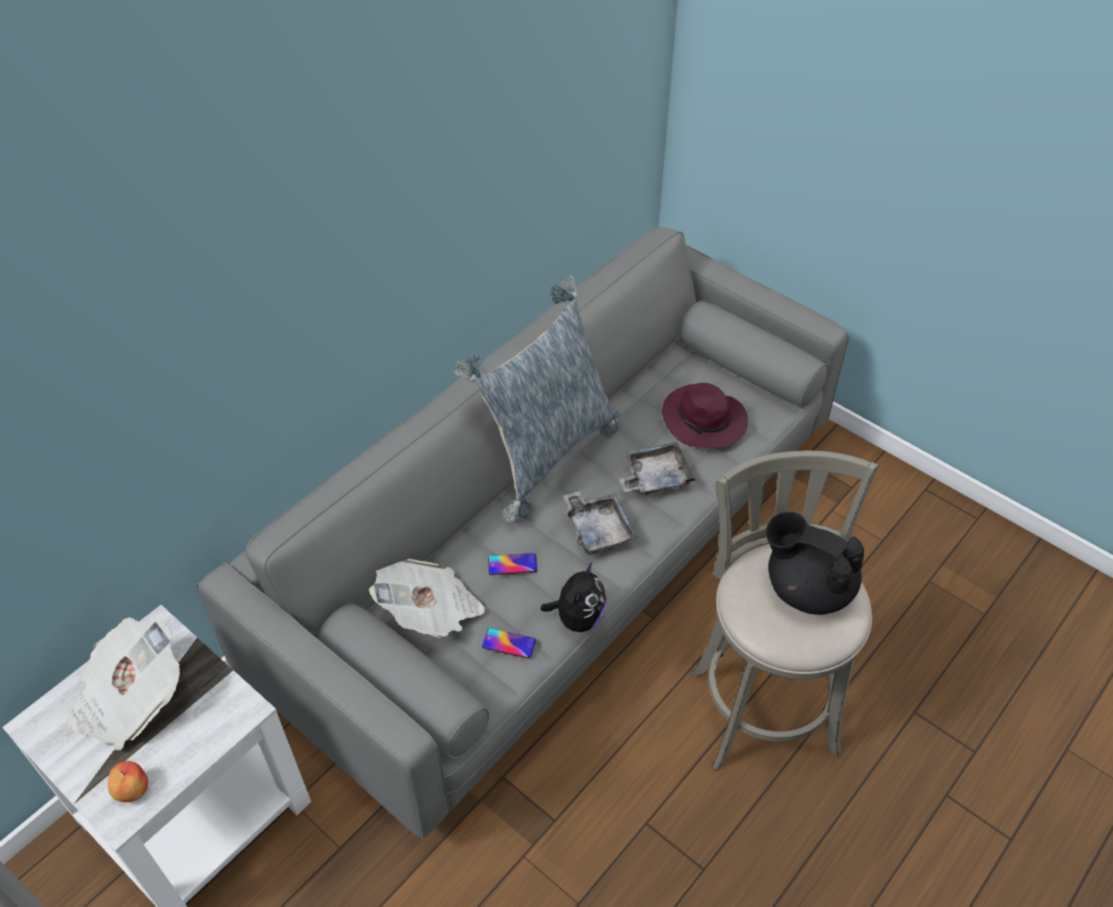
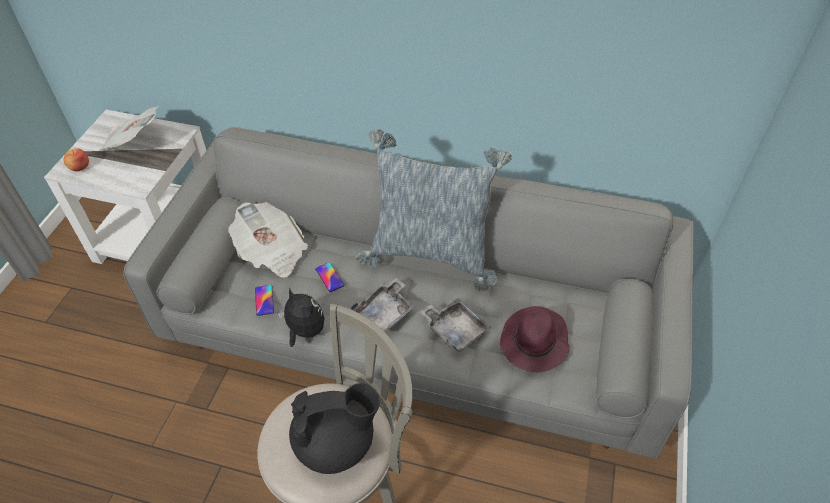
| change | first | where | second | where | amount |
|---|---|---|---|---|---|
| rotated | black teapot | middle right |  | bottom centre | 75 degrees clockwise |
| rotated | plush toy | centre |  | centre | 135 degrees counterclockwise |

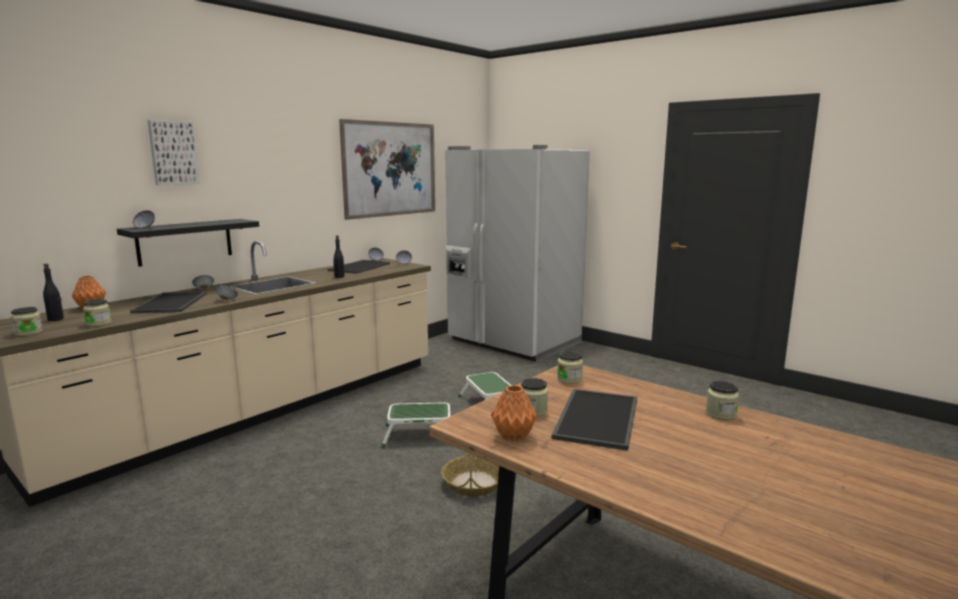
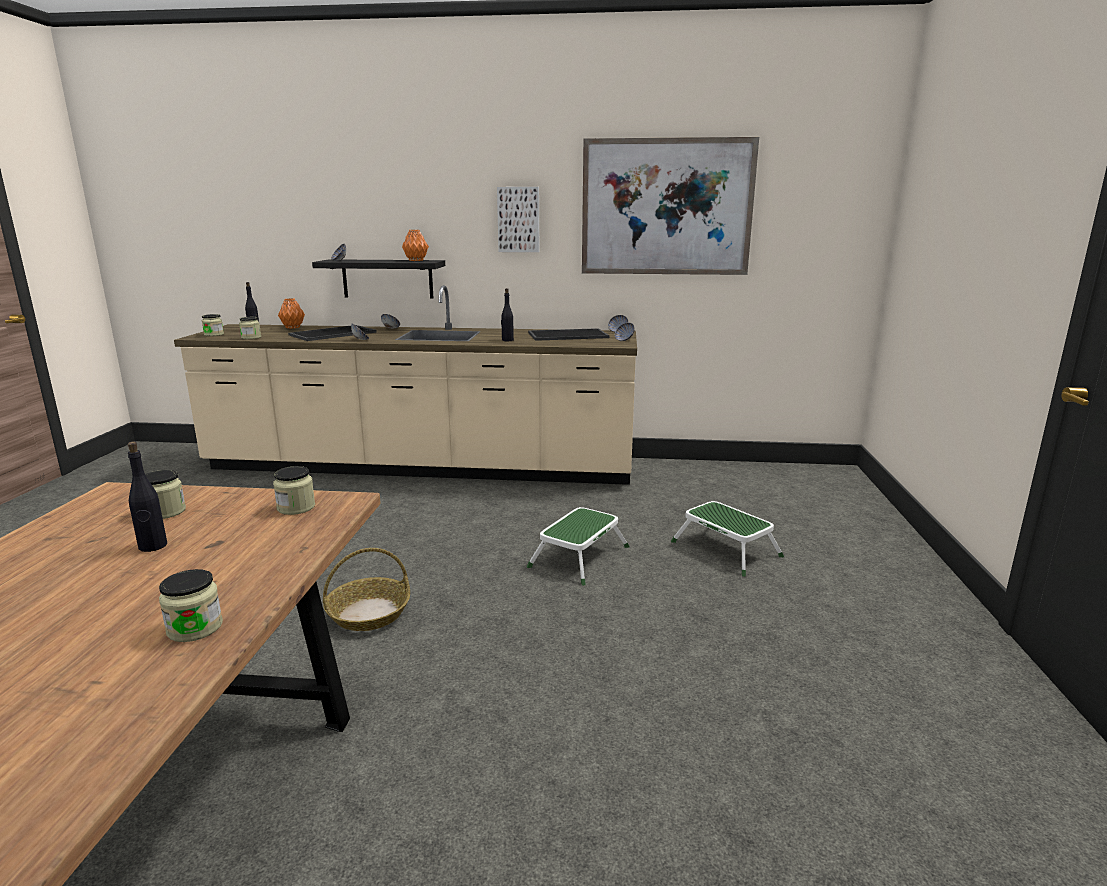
| change | first | where | second | where | amount |
|---|---|---|---|---|---|
| shifted | picture (no. 1 from left) | top left |  | top centre |  |
| gone | white fridge | centre |  |  |  |
| shifted | orange vase (no. 2 from left) | bottom centre |  | top centre |  |
| swapped | tray (no. 3 from left) | bottom centre | black bottle (no. 1 from left) | middle left |  |
| shifted | green step ladder (no. 1 from left in the first image) | bottom centre | green step ladder (no. 2 from left) | centre |  |

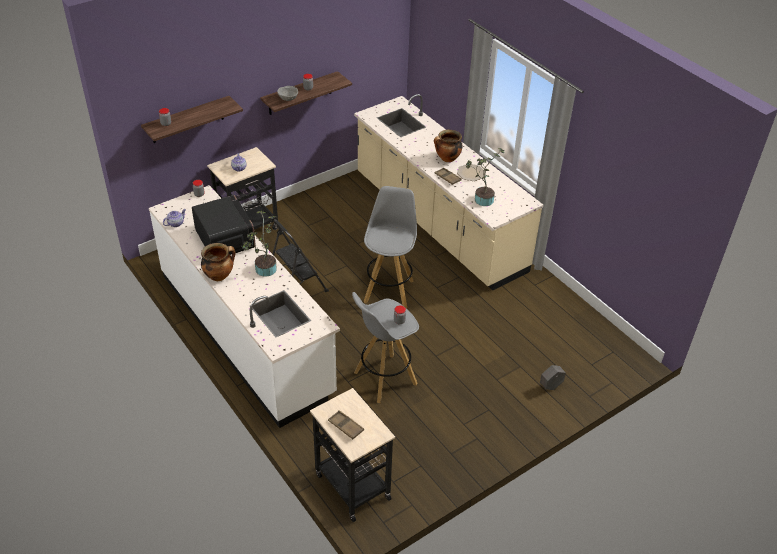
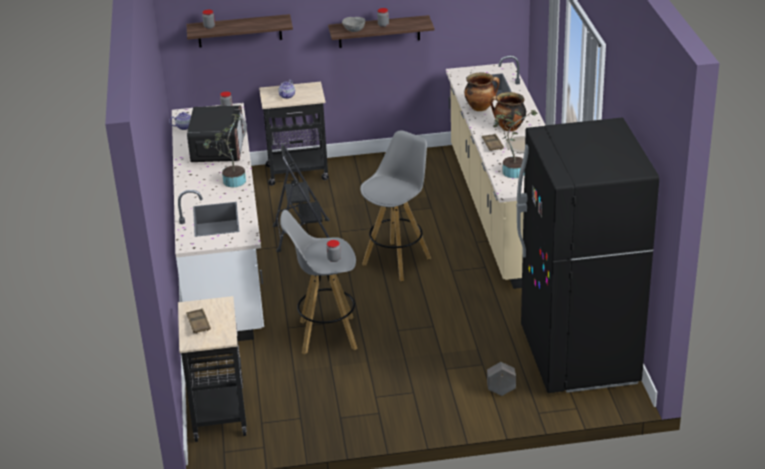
| change | first | where | second | where | amount |
|---|---|---|---|---|---|
| shifted | cooking pot (no. 1 from left) | middle left |  | top centre |  |
| new |  |  | black fridge | middle right |  |

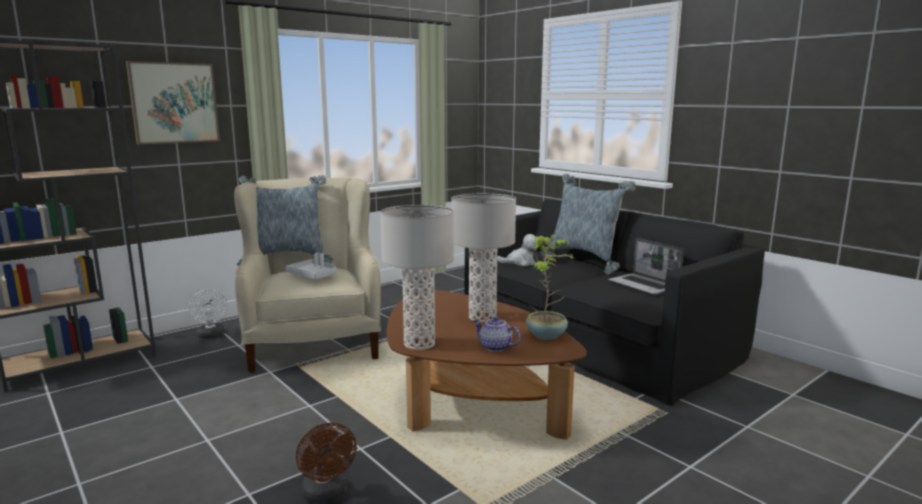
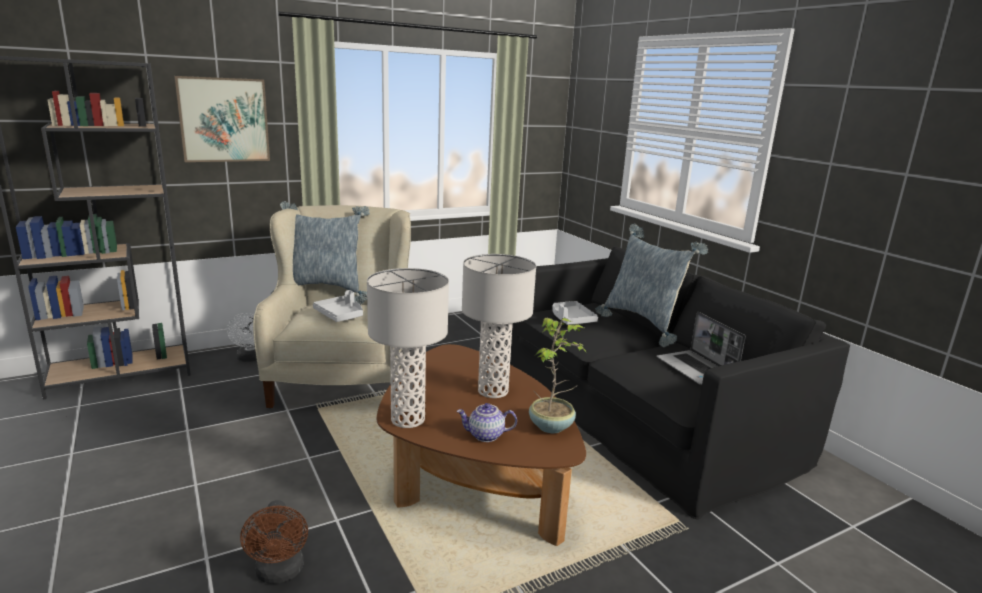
| change | first | where | second | where | amount |
|---|---|---|---|---|---|
| swapped | plush toy | centre | grey tray (no. 2 from left) | centre |  |
| rotated | teapot | centre |  | bottom centre | 45 degrees counterclockwise |

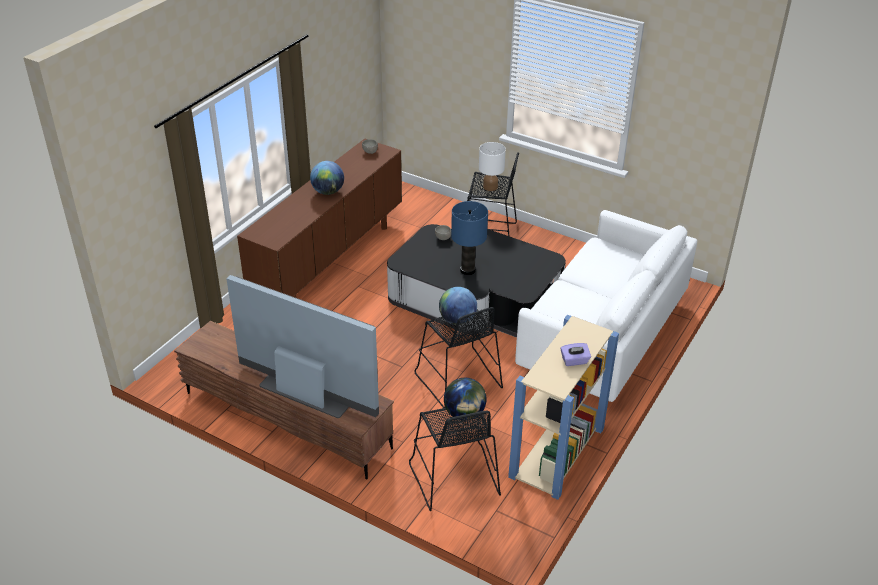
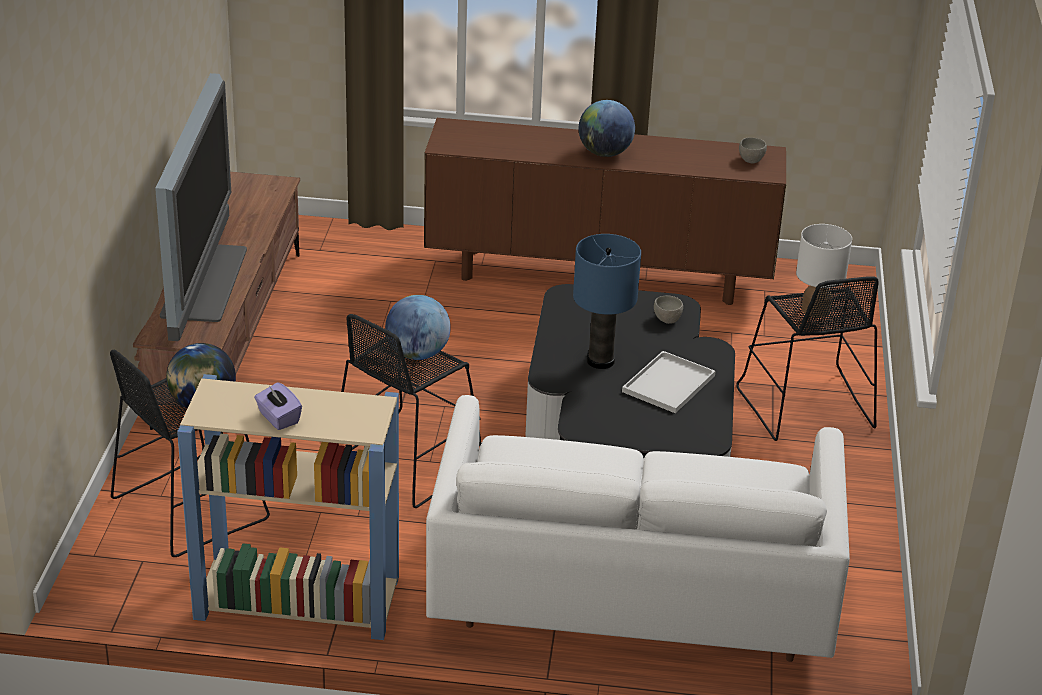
| change | first | where | second | where | amount |
|---|---|---|---|---|---|
| new |  |  | white tray | centre |  |

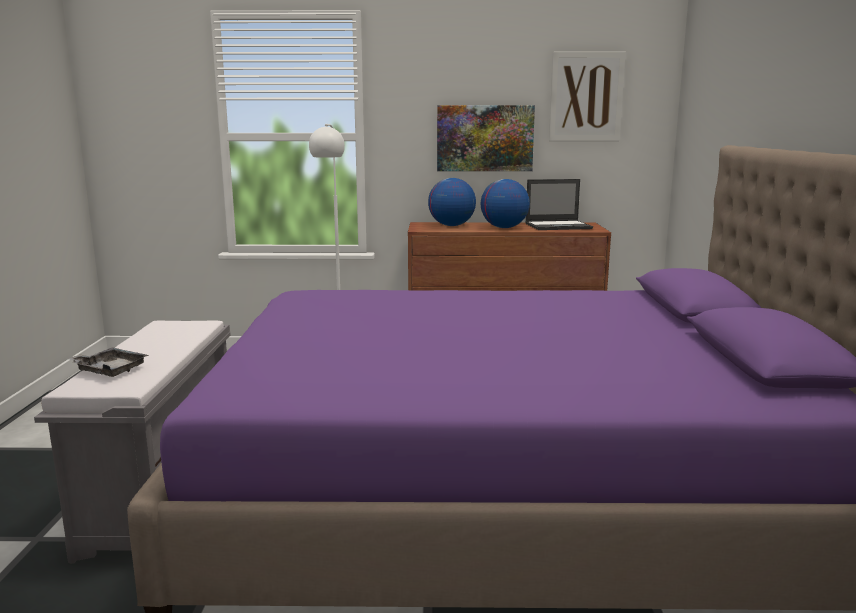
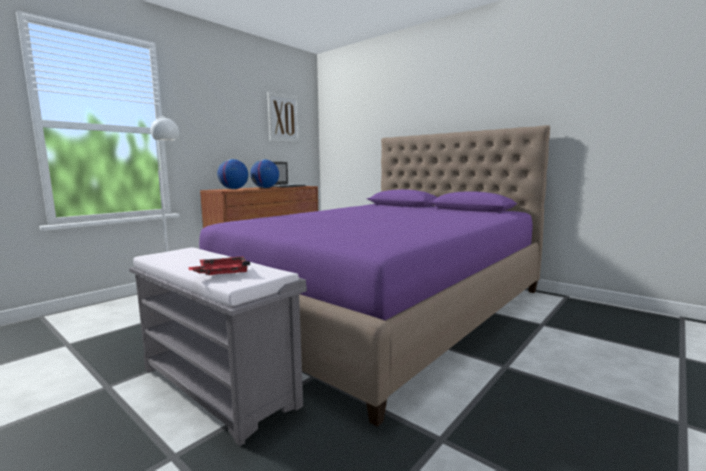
| change | first | where | second | where | amount |
|---|---|---|---|---|---|
| gone | picture (no. 1 from left) | top centre |  |  |  |
| repainted | grey tray | middle left | red tray | middle left |  |

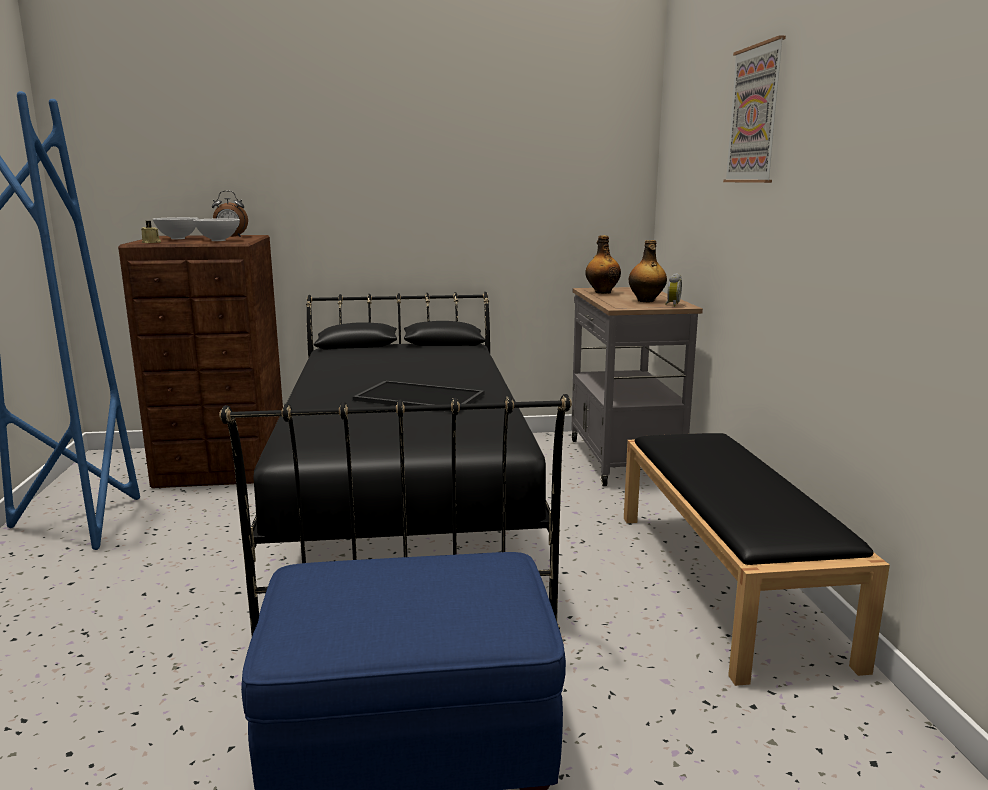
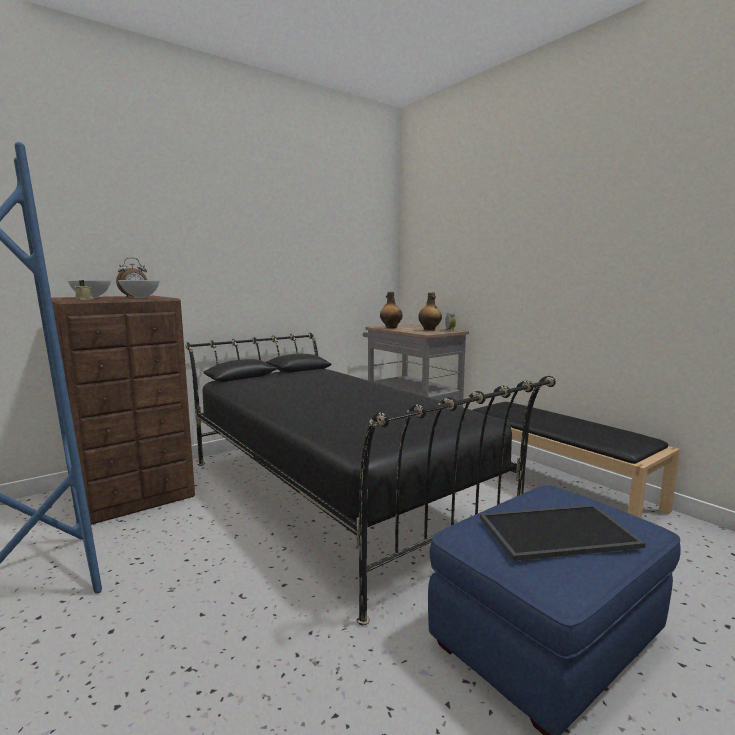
| change | first | where | second | where | amount |
|---|---|---|---|---|---|
| gone | picture | top right |  |  |  |
| shifted | tray | centre |  | bottom right |  |

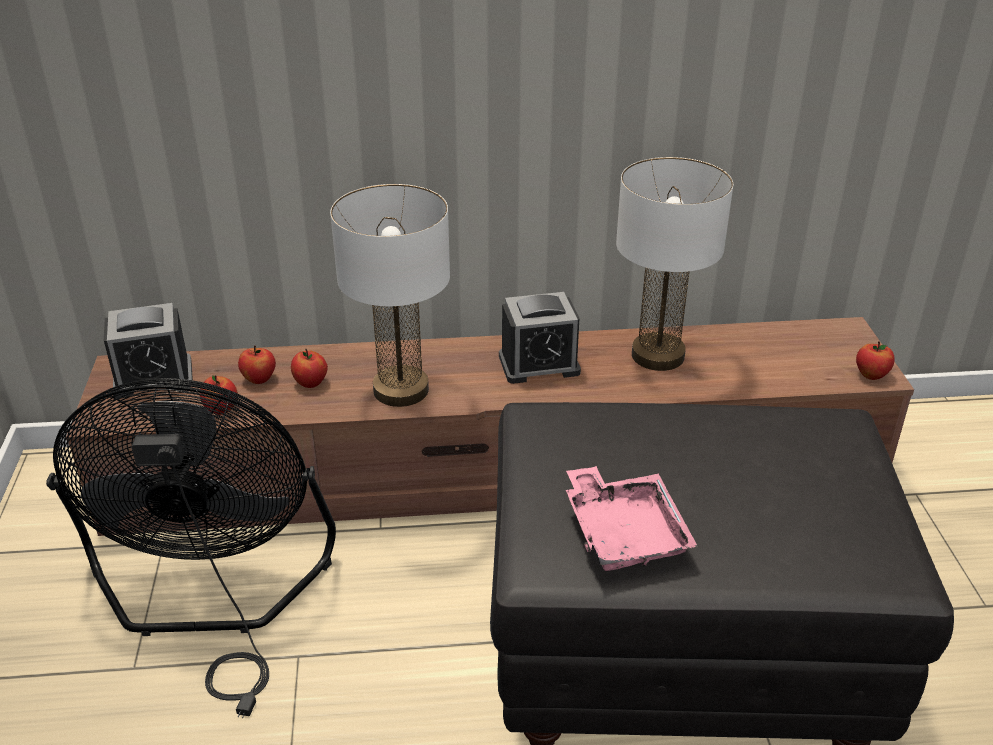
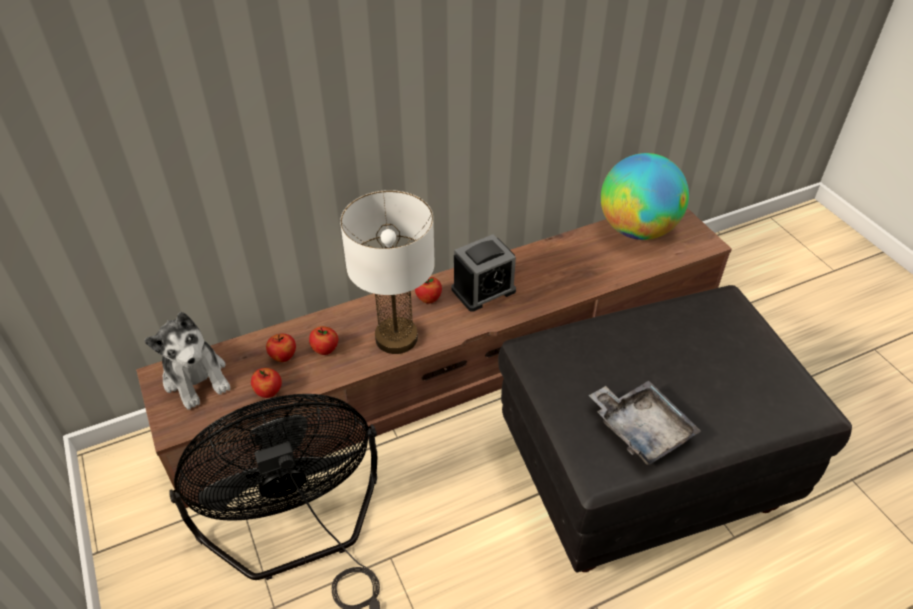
| change | first | where | second | where | amount |
|---|---|---|---|---|---|
| gone | table lamp (no. 2 from left) | middle right |  |  |  |
| swapped | alarm clock (no. 1 from left) | middle left | plush toy | middle left |  |
| shifted | apple (no. 4 from left) | middle right |  | centre |  |
| repainted | pink tray | bottom centre | grey tray | bottom right |  |
| new |  |  | globe | top right |  |

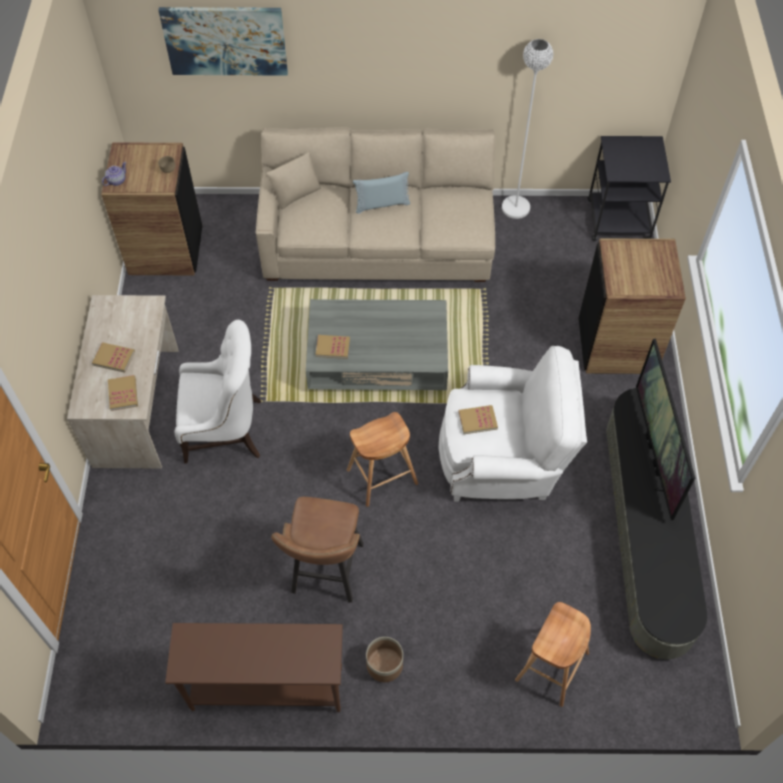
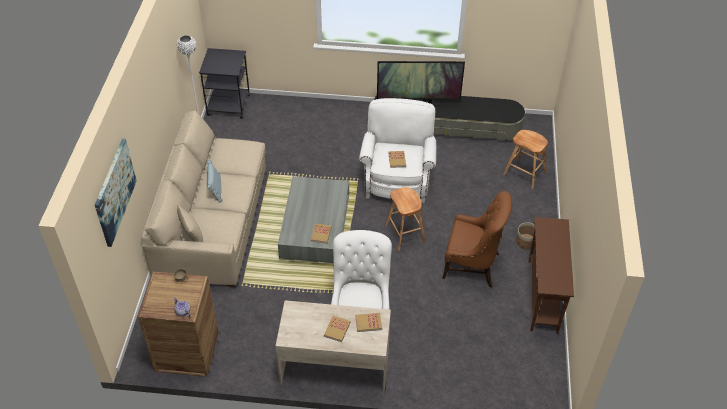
| change | first | where | second | where | amount |
|---|---|---|---|---|---|
| gone | brown cabinet (no. 2 from left) | middle right |  |  |  |
| swapped | brown stool (no. 1 from left) | bottom centre | brown chair | centre |  |

